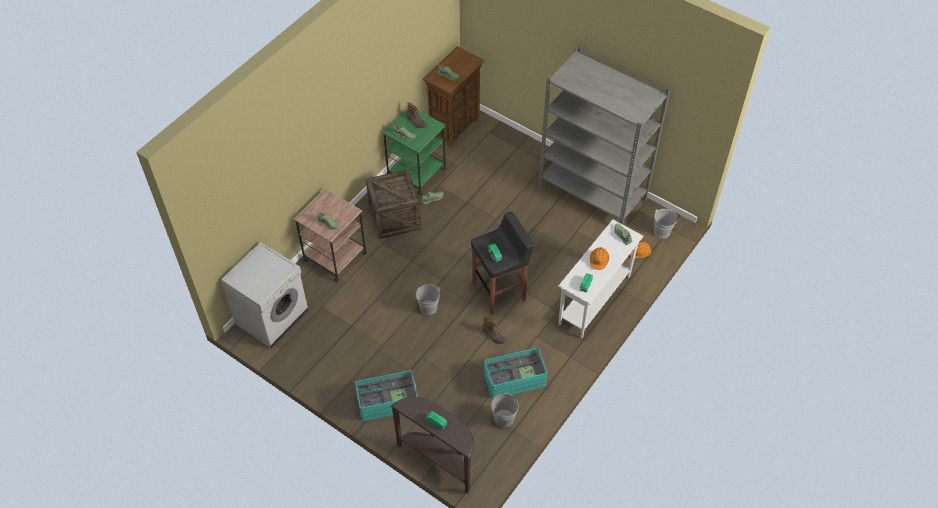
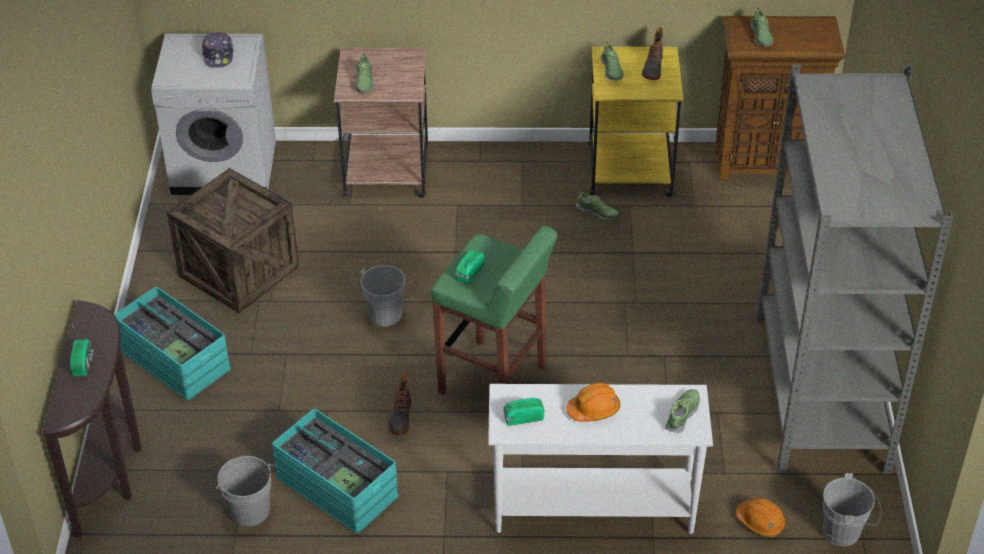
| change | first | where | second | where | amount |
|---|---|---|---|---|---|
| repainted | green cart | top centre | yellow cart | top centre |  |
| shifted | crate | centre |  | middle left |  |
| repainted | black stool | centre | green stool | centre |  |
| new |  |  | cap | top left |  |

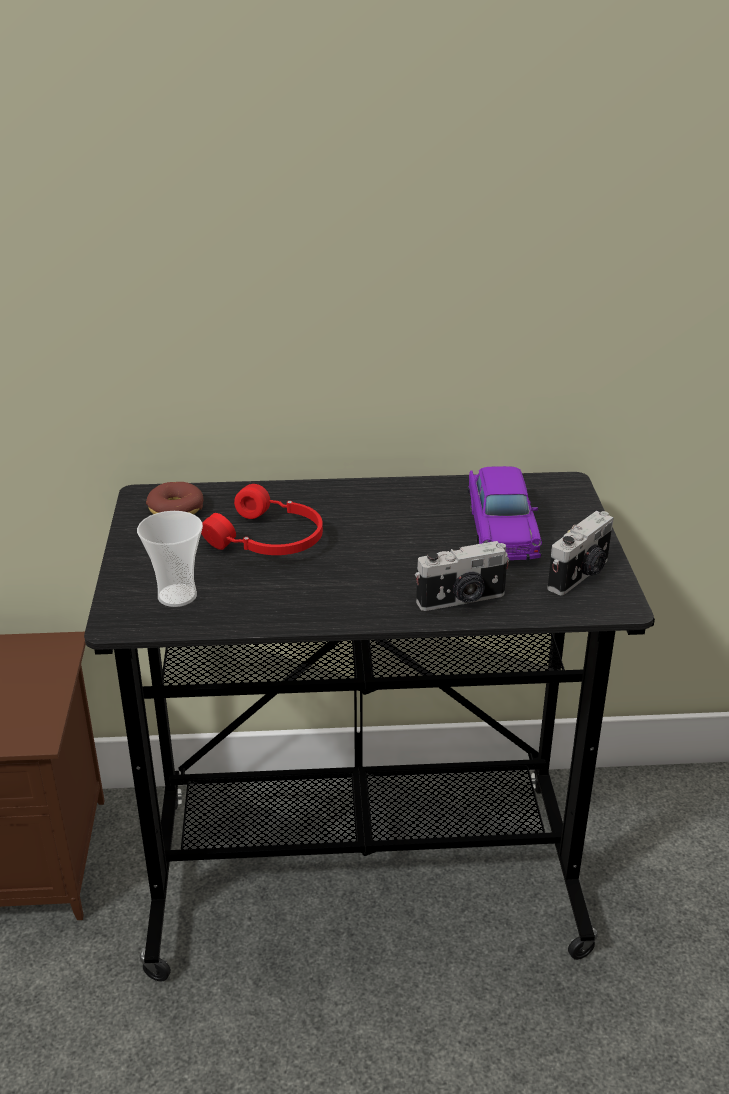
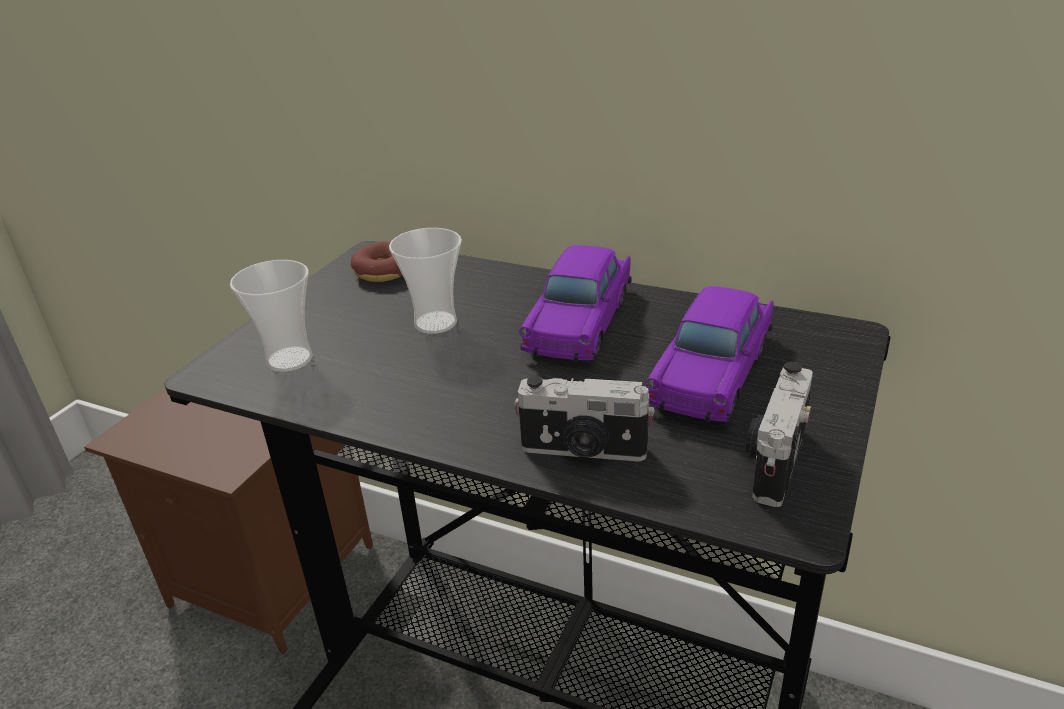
| change | first | where | second | where | amount |
|---|---|---|---|---|---|
| swapped | red headphones | centre | cup (no. 2 from left) | centre |  |
| rotated | photo camera (no. 2 from left) | middle right |  | middle right | 135 degrees clockwise |
| new |  |  | purple toy car (no. 1 from left) | centre |  |

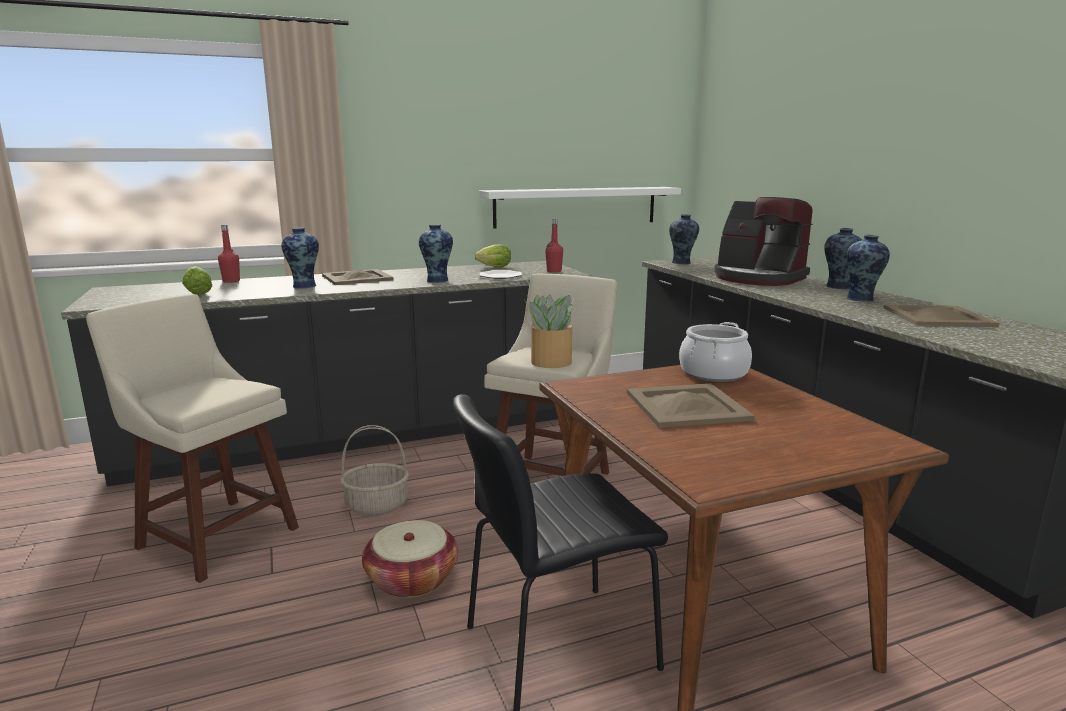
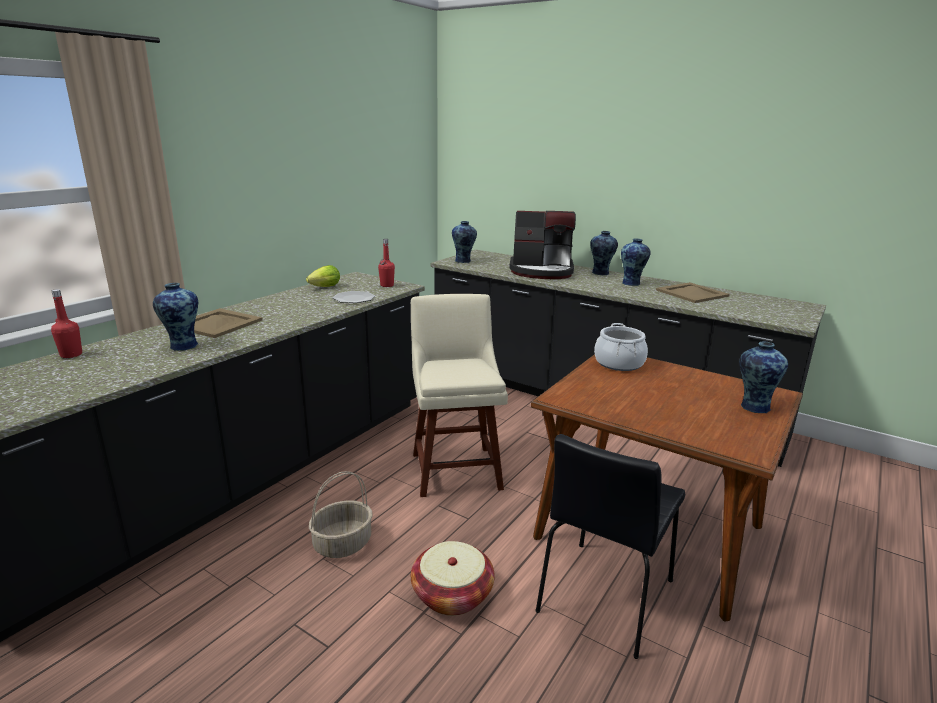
| change | first | where | second | where | amount |
|---|---|---|---|---|---|
| gone | white shelf | top centre |  |  |  |
| shifted | vase (no. 2 from left in the first image) | centre | vase (no. 5 from left) | middle right |  |
| gone | lettuce (no. 1 from left) | middle left |  |  |  |
| gone | beige stool (no. 1 from left) | middle left |  |  |  |
| gone | potted plant | centre |  |  |  |
| gone | beige tray (no. 2 from left) | centre |  |  |  |

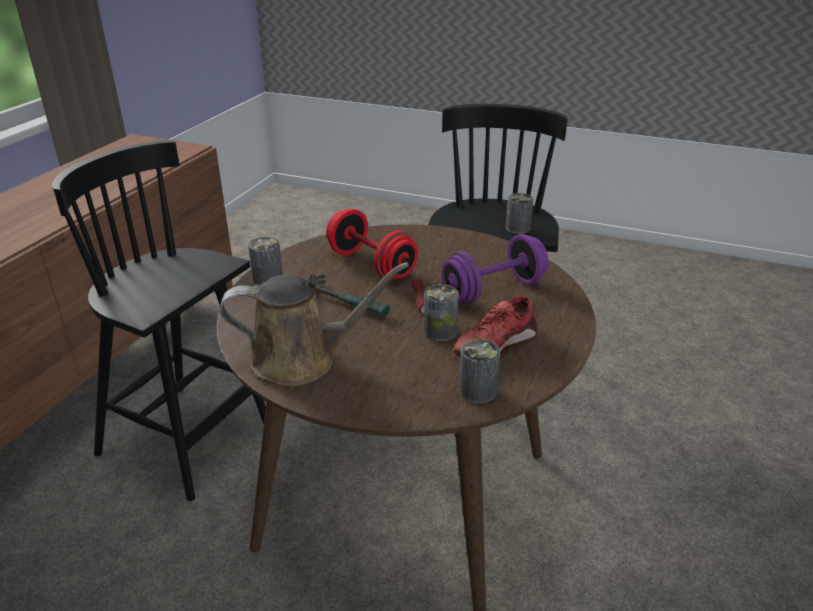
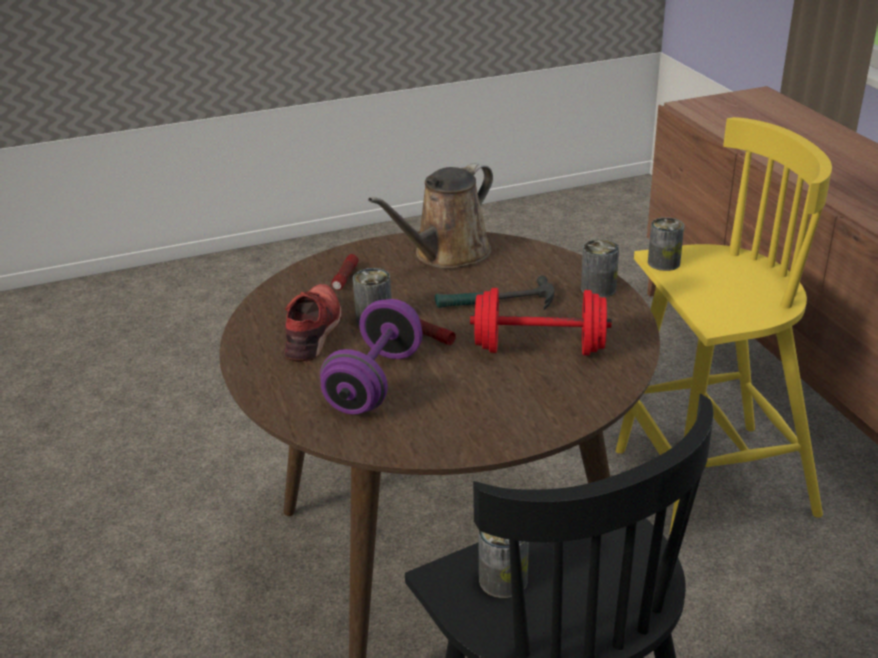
| change | first | where | second | where | amount |
|---|---|---|---|---|---|
| repainted | black stool (no. 1 from left) | middle left | yellow stool | middle right |  |
| shifted | can (no. 3 from left in the first image) | centre | can (no. 4 from left) | middle right |  |
| new |  |  | flashlight (no. 1 from left) | centre |  |

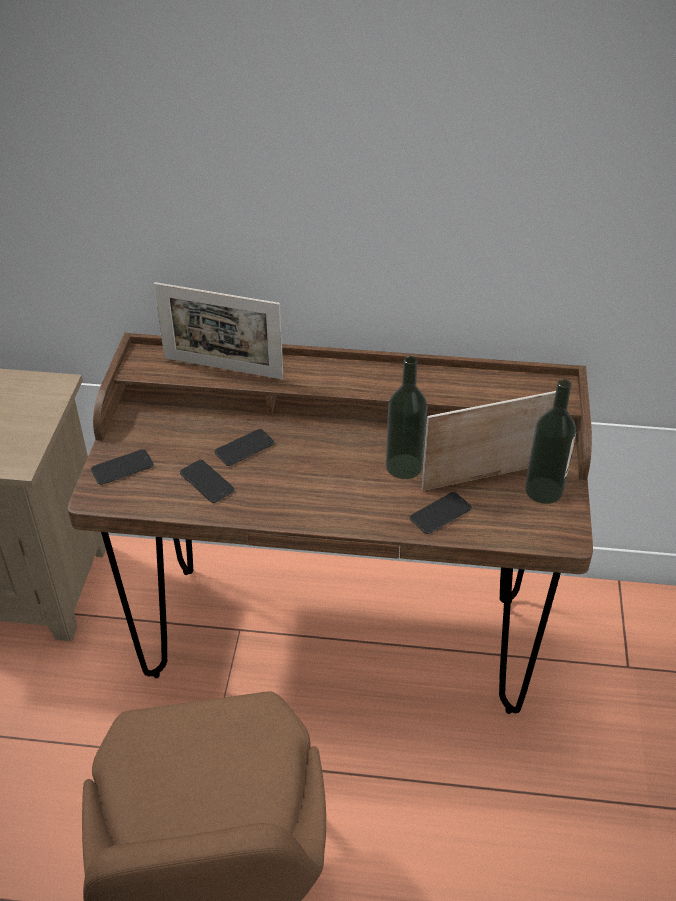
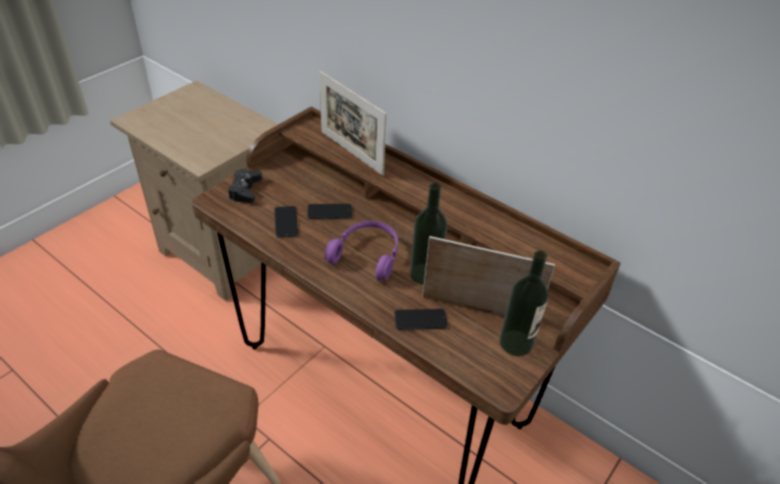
| change | first | where | second | where | amount |
|---|---|---|---|---|---|
| swapped | phone (no. 1 from left) | middle left | black game controller | middle left |  |
| new |  |  | purple headphones | centre |  |

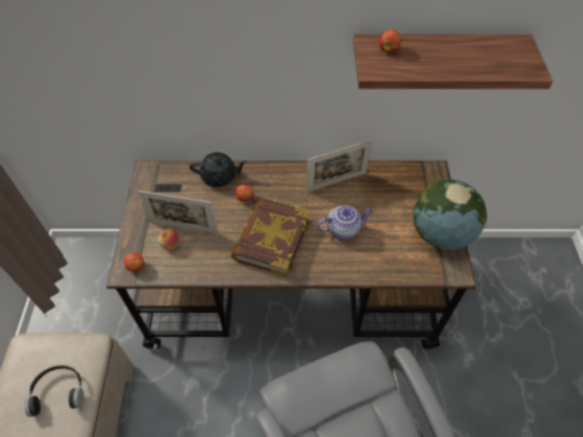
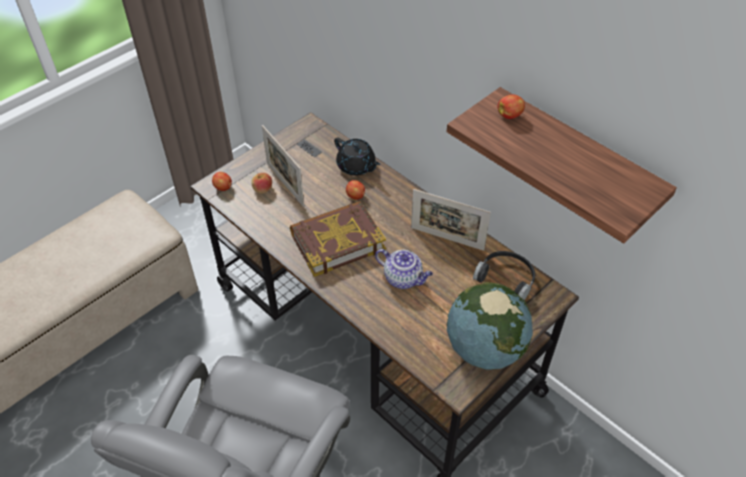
| change | first | where | second | where | amount |
|---|---|---|---|---|---|
| shifted | black headphones | bottom left |  | middle right |  |

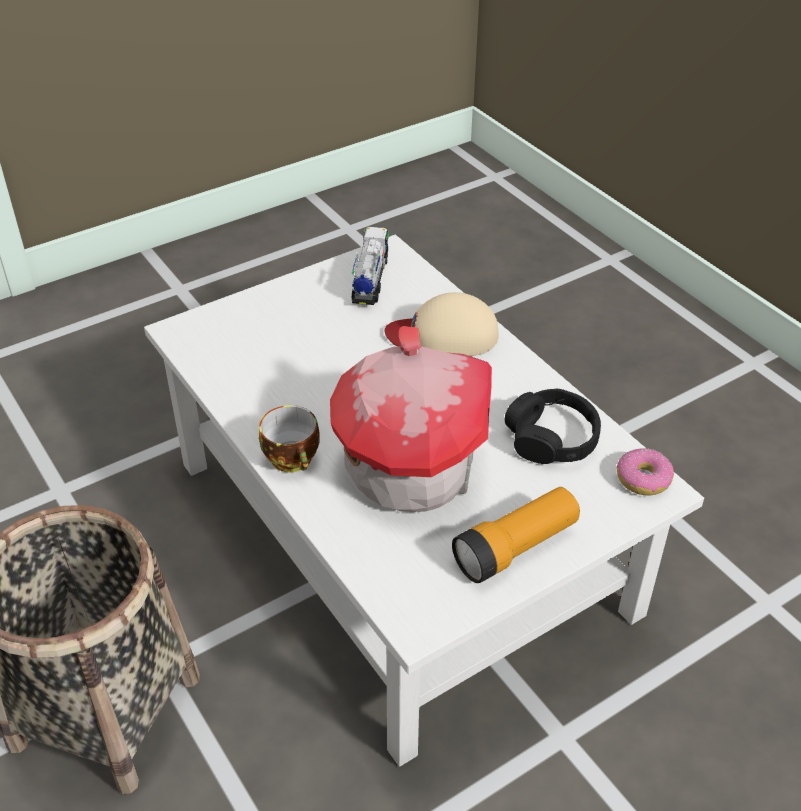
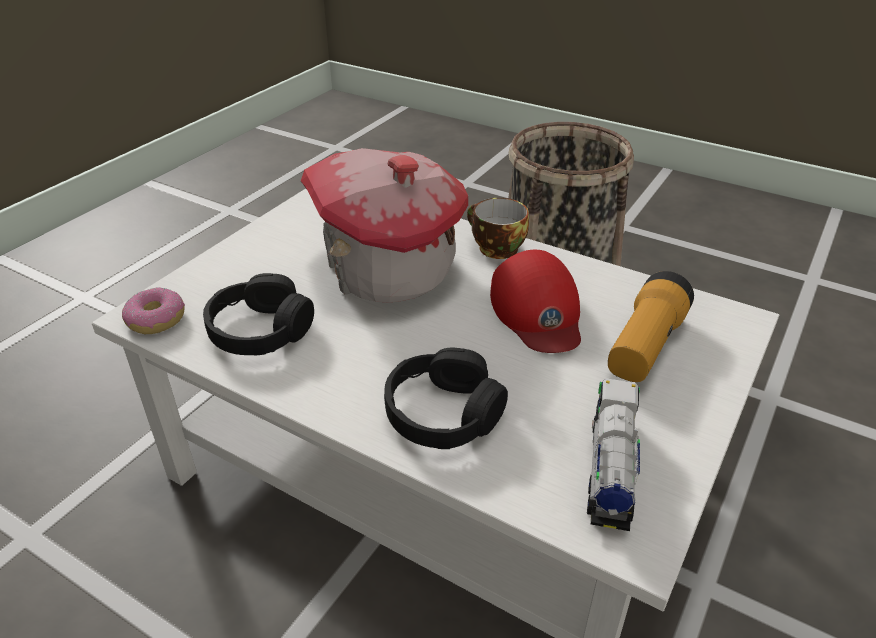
| change | first | where | second | where | amount |
|---|---|---|---|---|---|
| rotated | toy truck | top centre |  | bottom right | 150 degrees counterclockwise |
| swapped | beige cap | centre | black headphones (no. 2 from left) | centre |  |
| shifted | flashlight | centre |  | middle right |  |
| new |  |  | red cap | centre |  |

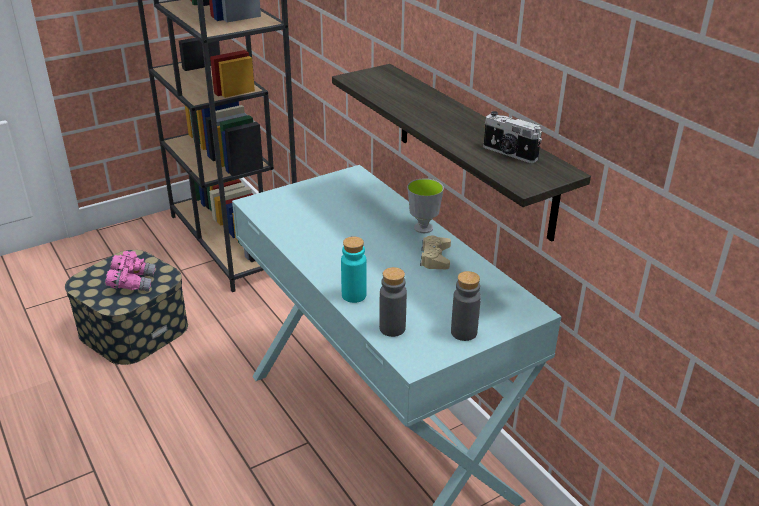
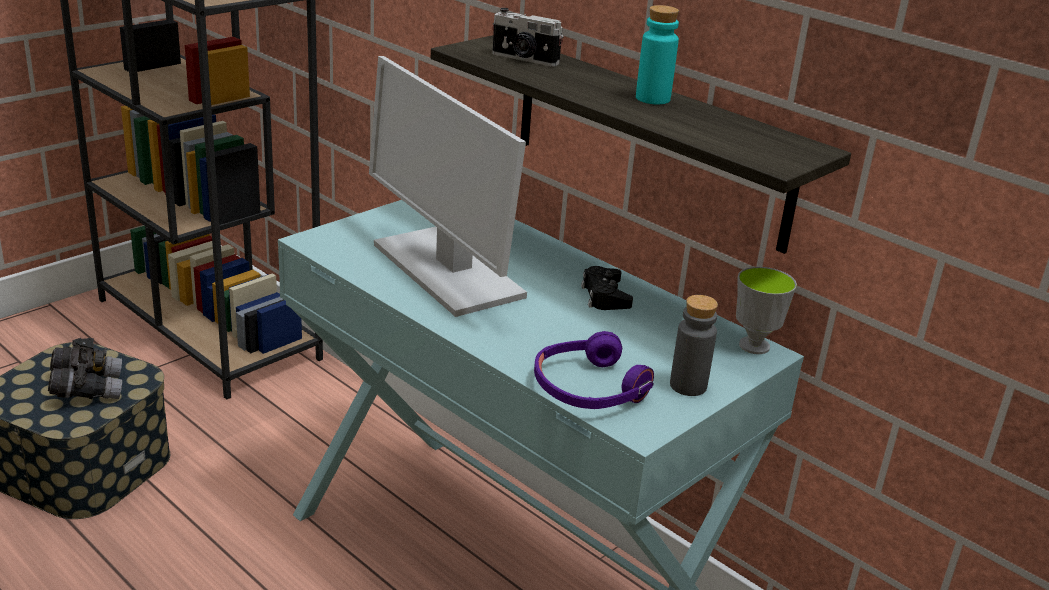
| change | first | where | second | where | amount |
|---|---|---|---|---|---|
| shifted | photo camera | top right |  | top centre |  |
| shifted | cup | centre |  | middle right |  |
| repainted | beige game controller | centre | black game controller | centre |  |
| shifted | turquoise bottle | centre |  | top centre |  |
| repainted | pink binoculars | middle left | grey binoculars | middle left |  |
| swapped | grey bottle (no. 1 from left) | centre | purple headphones | centre |  |
| new |  |  | monitor | top centre |  |

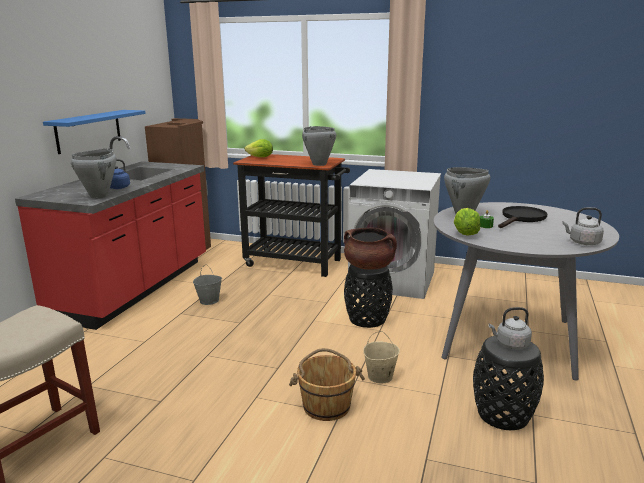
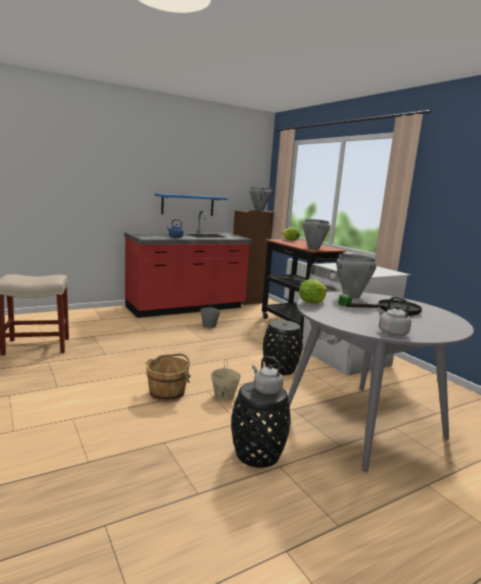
| change | first | where | second | where | amount |
|---|---|---|---|---|---|
| shifted | grey cooking pot (no. 1 from left) | middle left |  | centre |  |
| gone | brown cooking pot | centre |  |  |  |

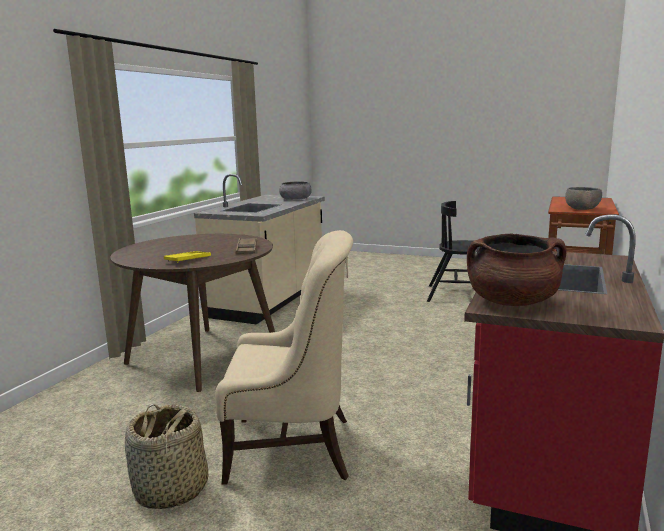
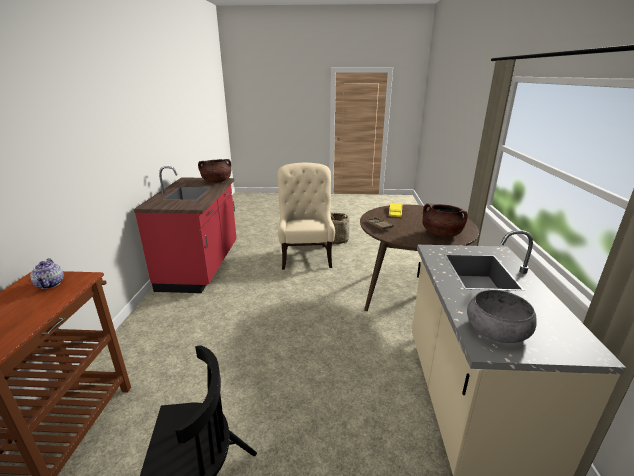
| change | first | where | second | where | amount |
|---|---|---|---|---|---|
| swapped | grey bowl (no. 2 from left) | middle right | teapot | middle left |  |
| rotated | beige chair | bottom centre |  | centre | 105 degrees clockwise |
| new |  |  | brown cooking pot (no. 2 from left) | middle right |  |

